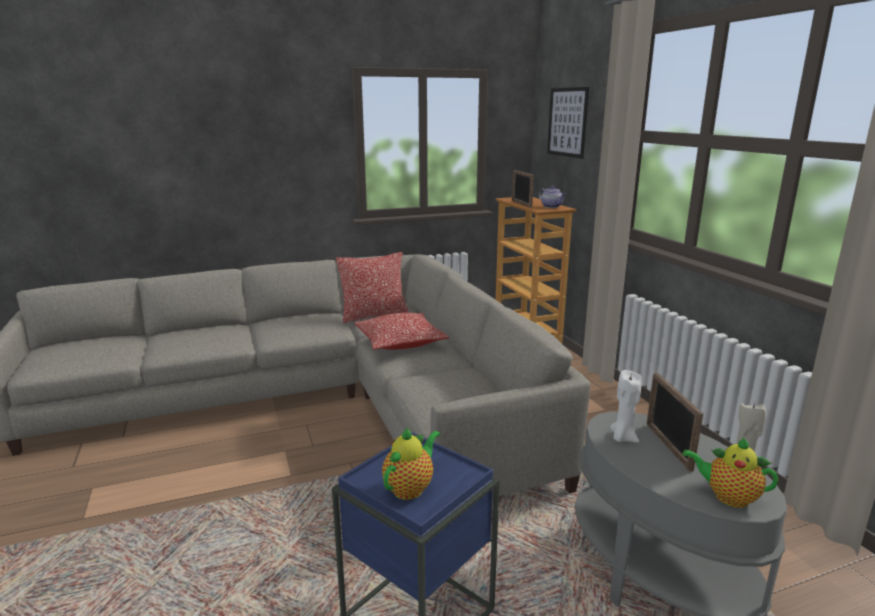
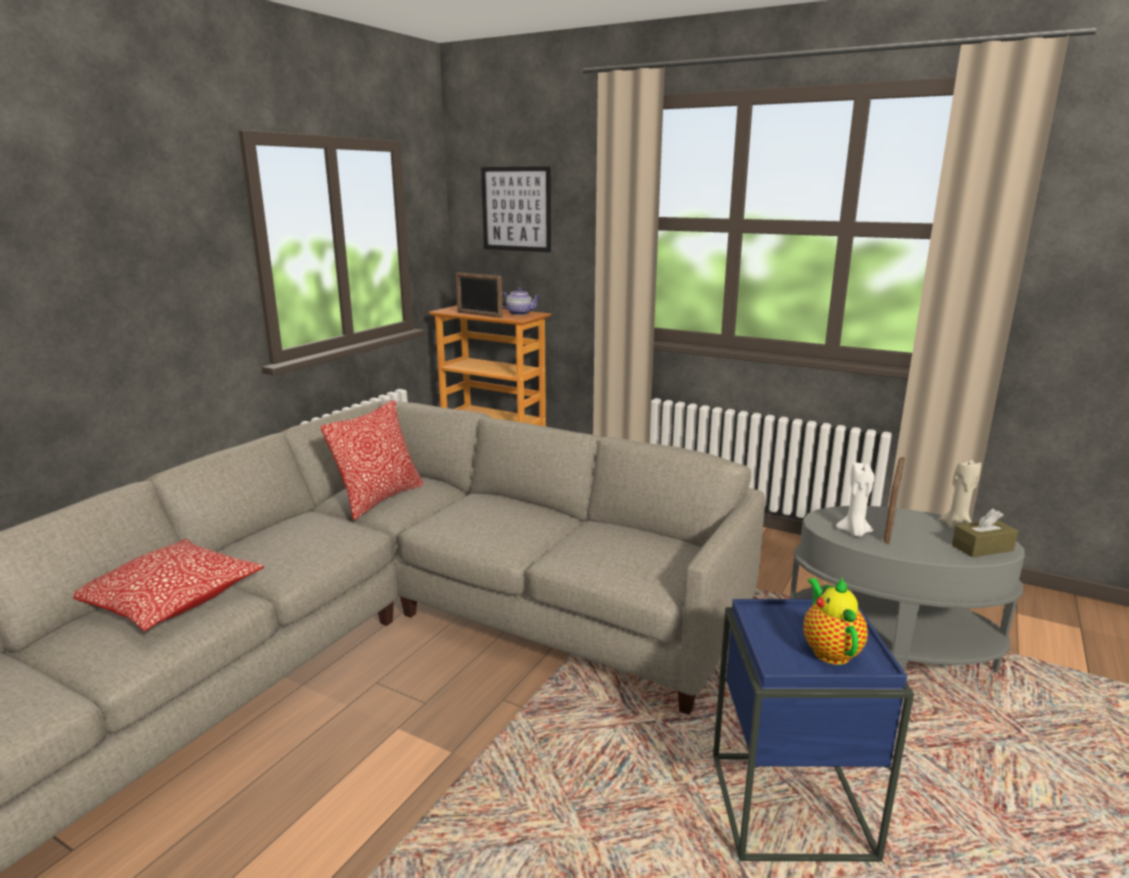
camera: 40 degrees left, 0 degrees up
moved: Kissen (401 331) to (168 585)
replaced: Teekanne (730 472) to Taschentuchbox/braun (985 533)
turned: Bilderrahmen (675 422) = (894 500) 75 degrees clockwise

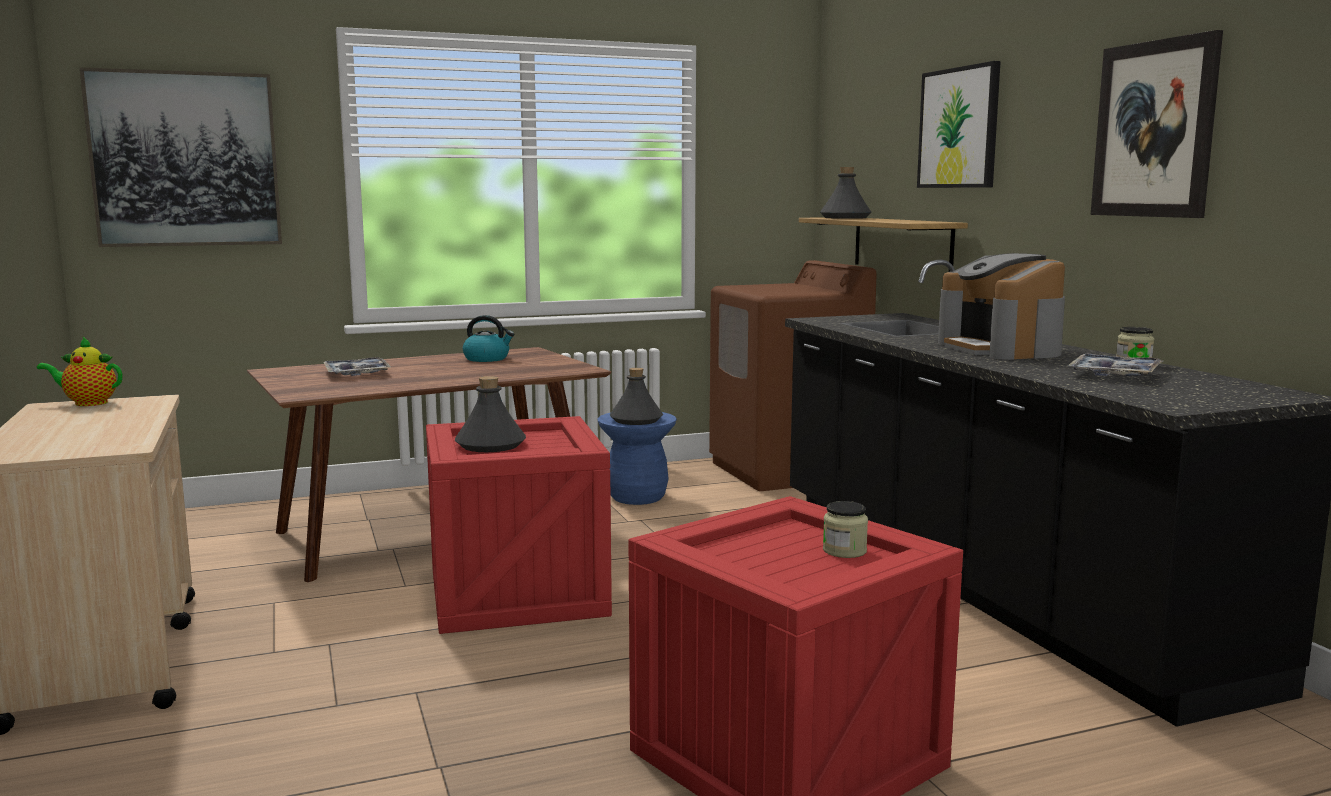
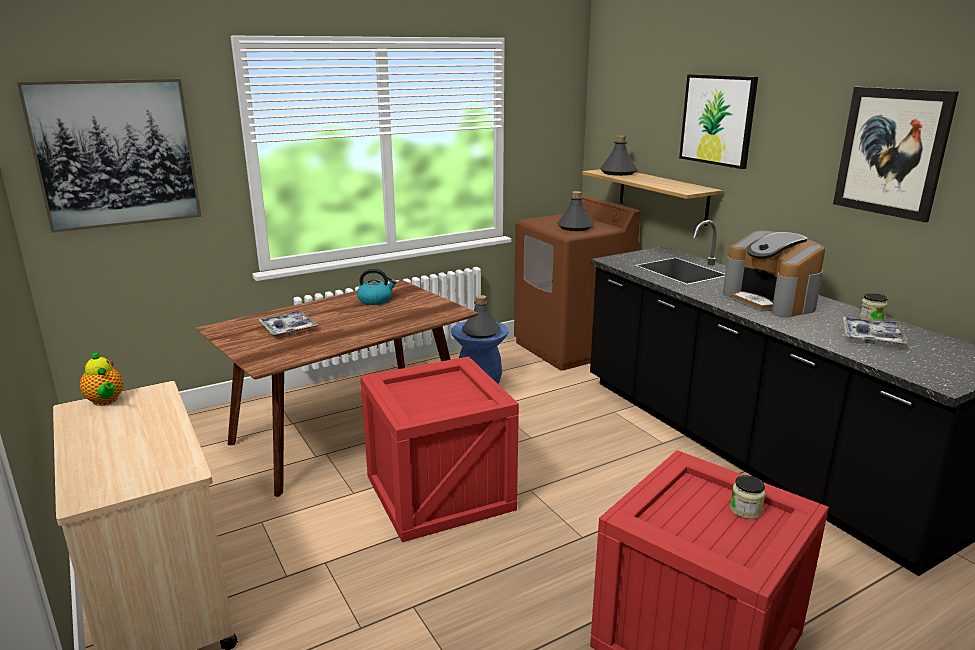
camera: 10 degrees left, 10 degrees up
moved: Flasche/grau (490 414) to (575 211)
turned: Teekanne (79 371) = (101 378) 120 degrees counterclockwise

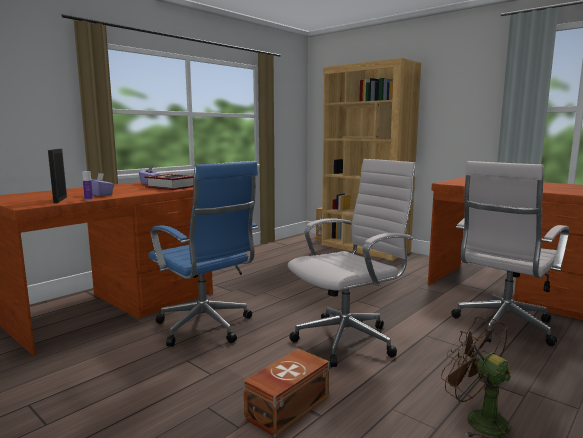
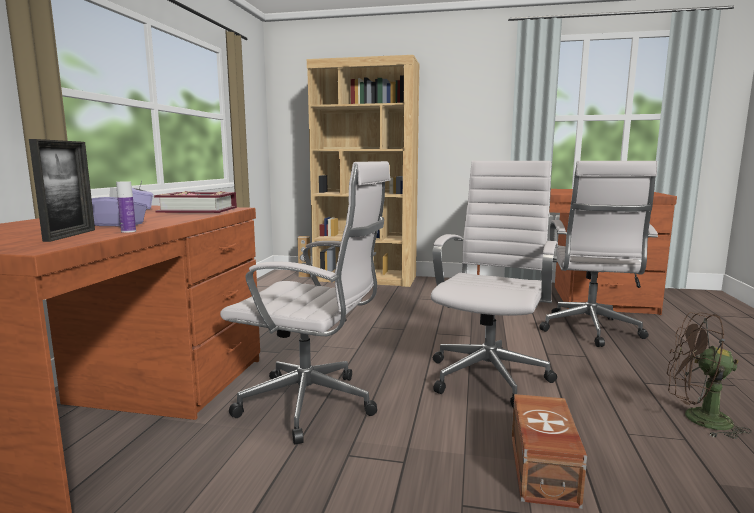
camera: 30 degrees left, 0 degrees up
recoloured: Bürostuhl/blau (203 254) to Bürostuhl/weiß (305 303)
turned: Bilderrahmen (57 176) = (62 190) 135 degrees counterclockwise

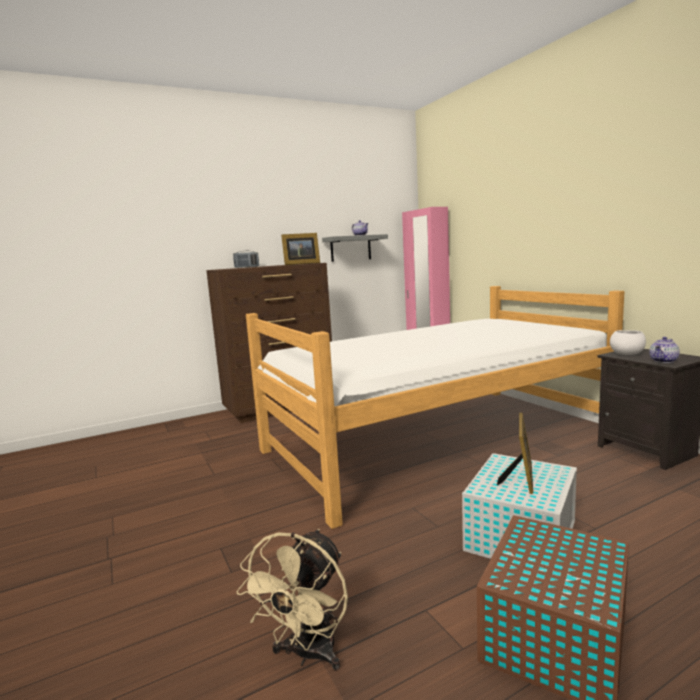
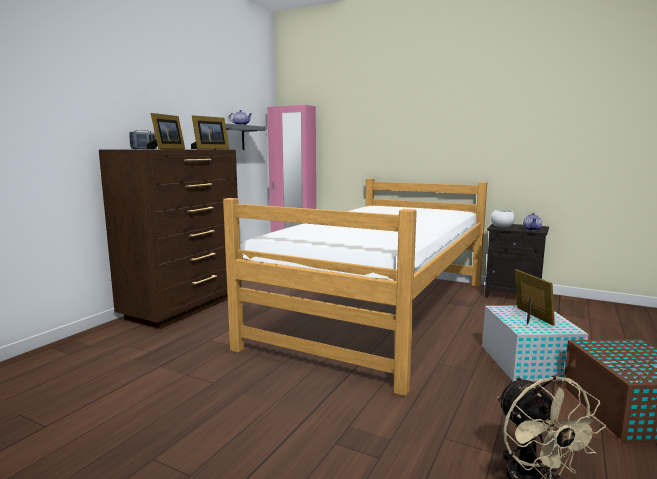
camera: 35 degrees left, 0 degrees up
added: Bilderrahmen (166 131)

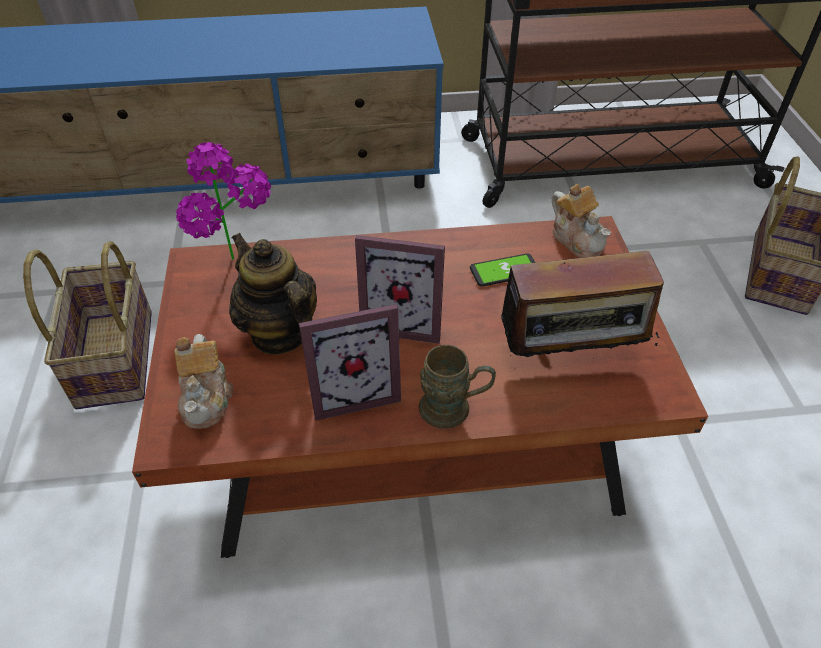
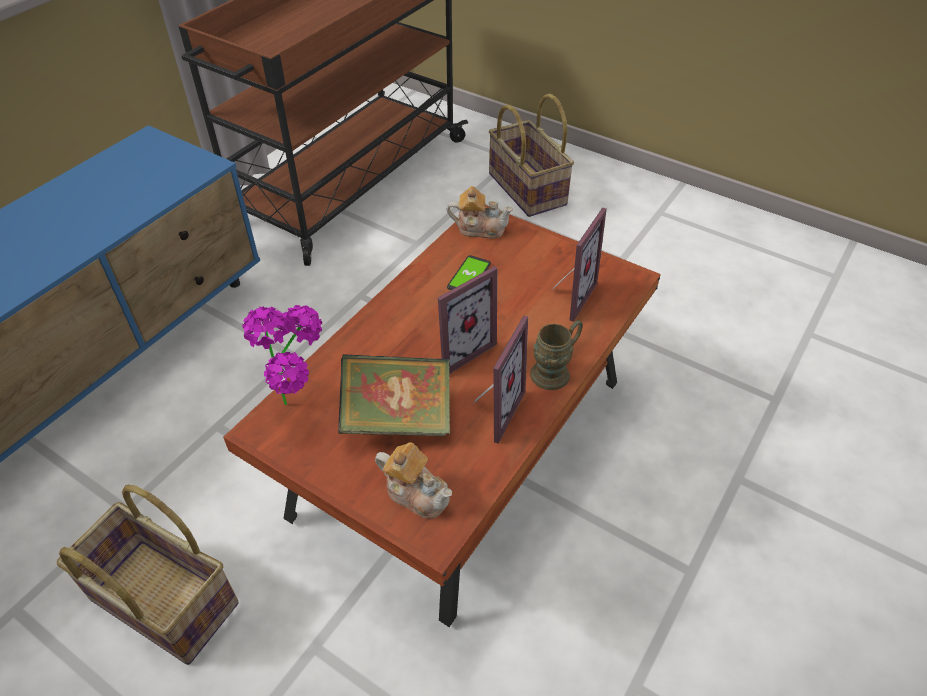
camera: 50 degrees left, 0 degrees up
replaced: Teekanne (273 294) to Buch (394 395); Radio (582 313) to Bilderrahmen (579 265)

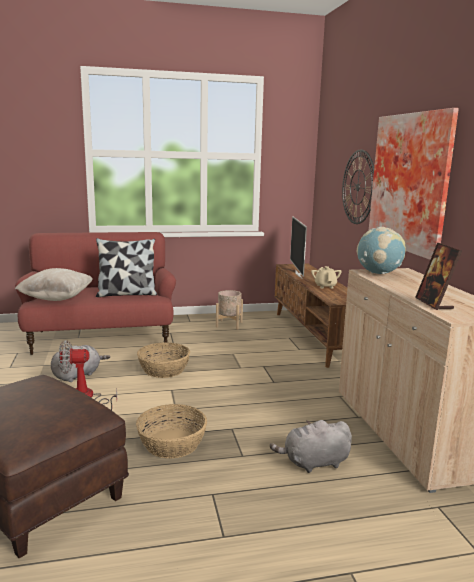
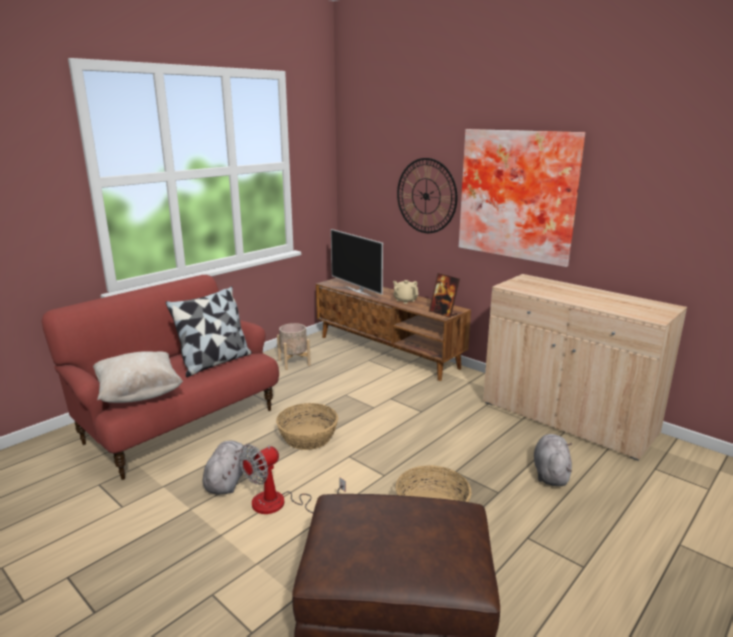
camera: 35 degrees left, 5 degrees up
removed: Globus (381 250)
moved: Bilderrahmen (438 276) to (444 295)
turned: Plüschtier/grau (311 446) = (553 460) 150 degrees clockwise

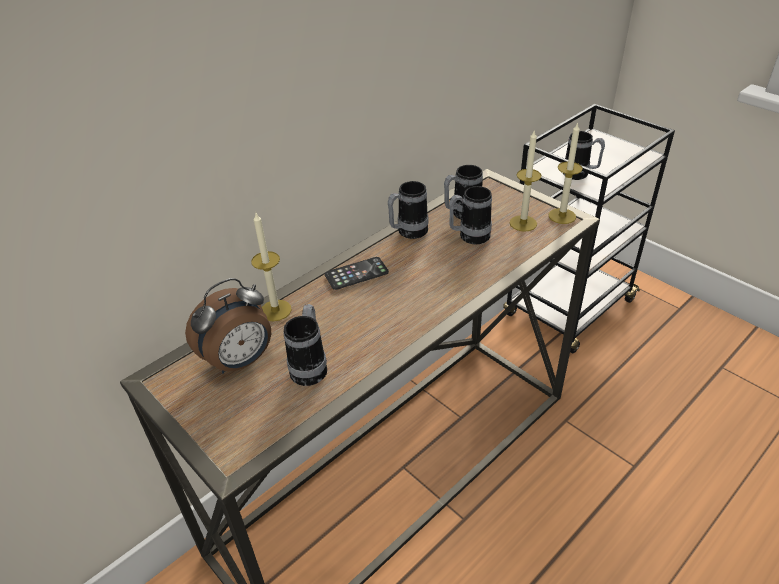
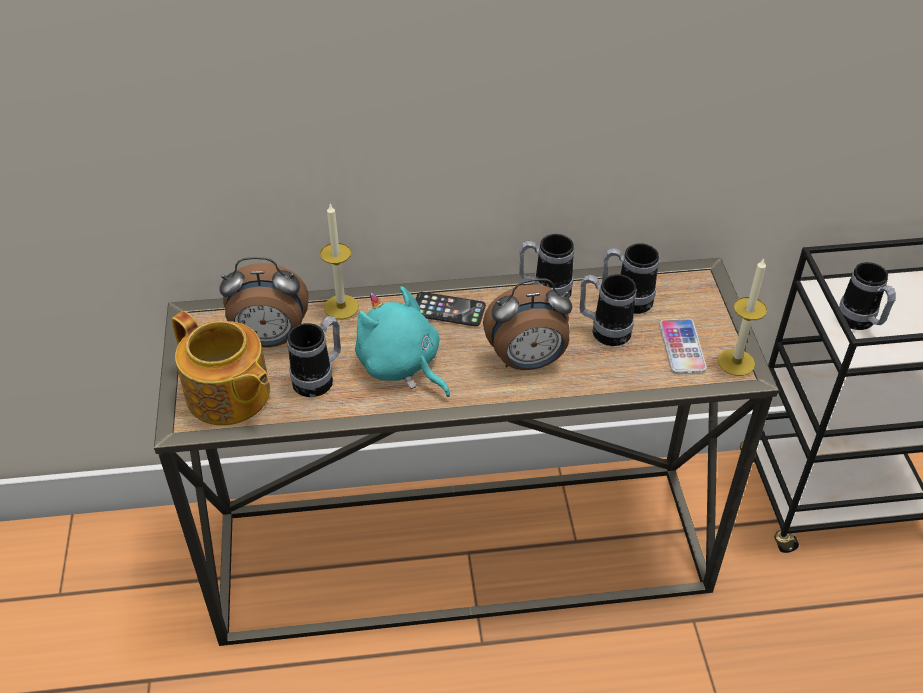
camera: 35 degrees right, 5 degrees up
added: Teekanne (221 368); Plüschtier/türkis (402 341); Wecker (528 324)
replaced: Kerze (525 180) to Handy (683 346)

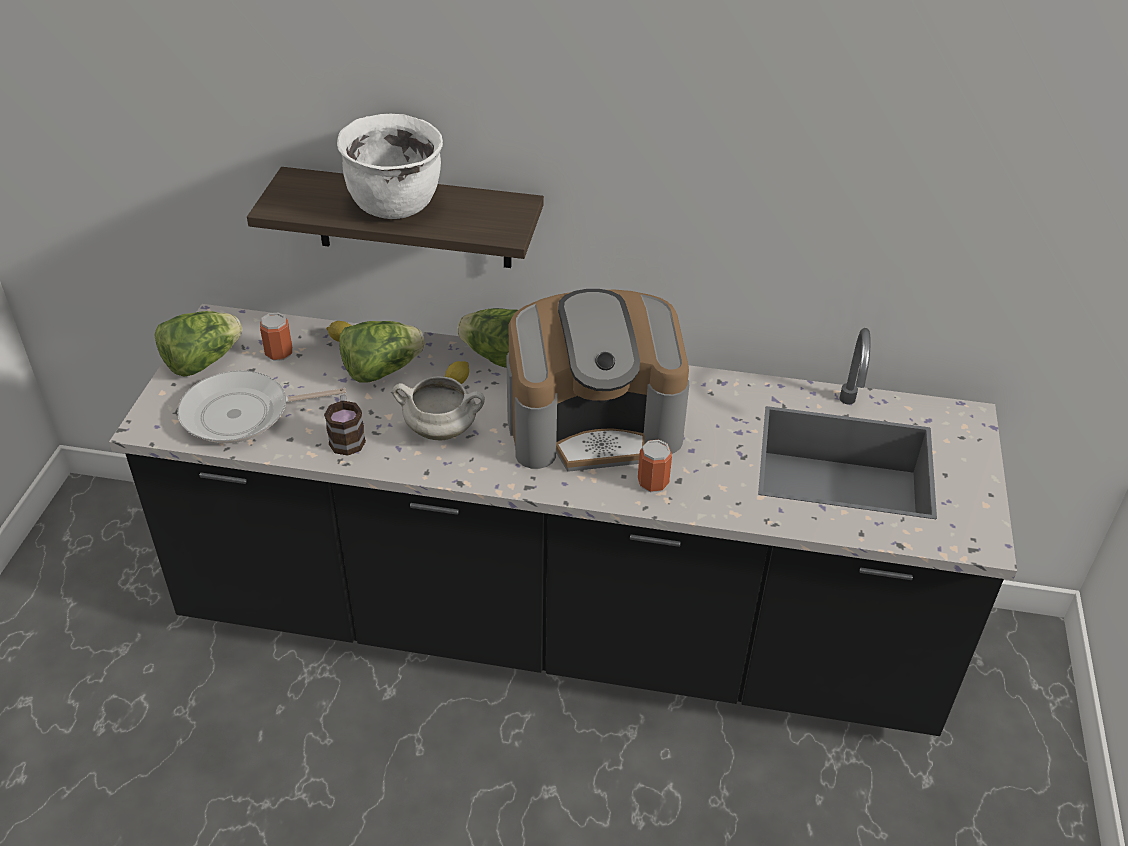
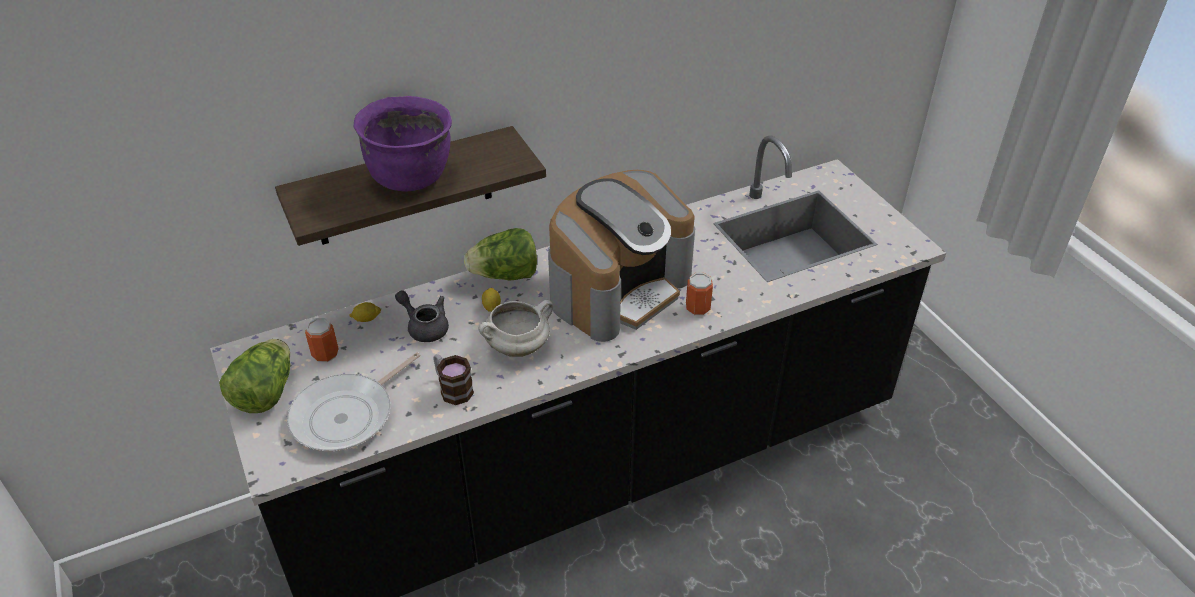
camera: 35 degrees left, 0 degrees up
replaced: Salatkopf (382 352) to Teekanne/grau (422 316)
recoloured: Kochtopf/weiß (390 166) to Kochtopf/lila (403 143)

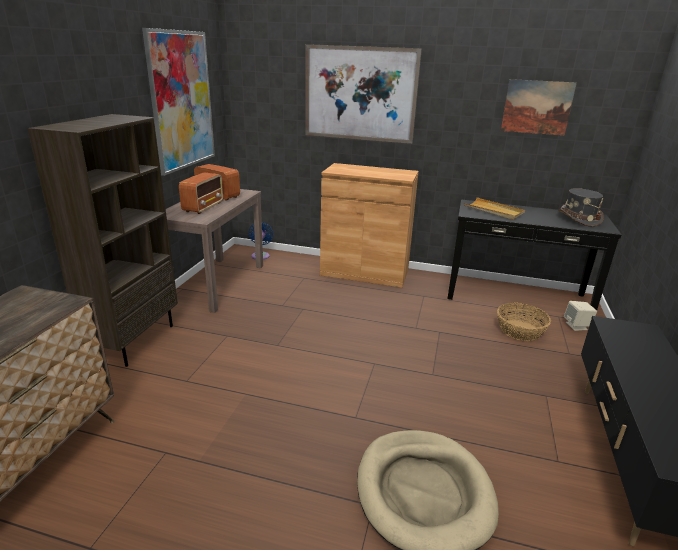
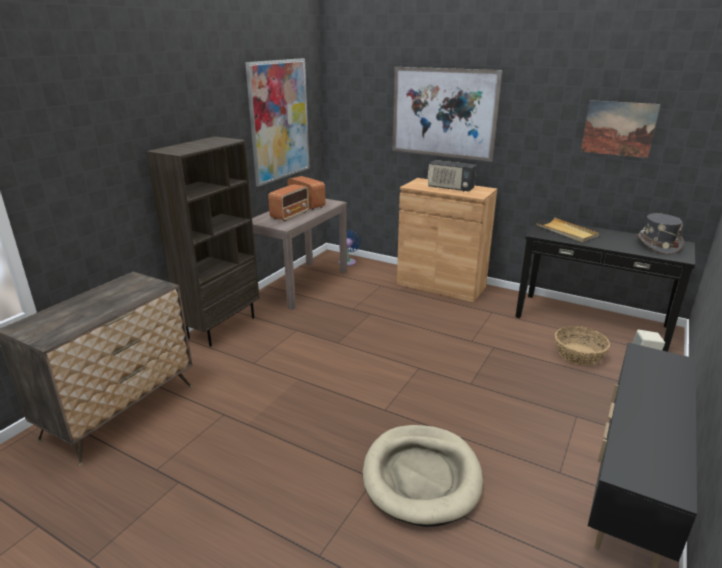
camera: 15 degrees right, 0 degrees up
added: Radio (452 176)

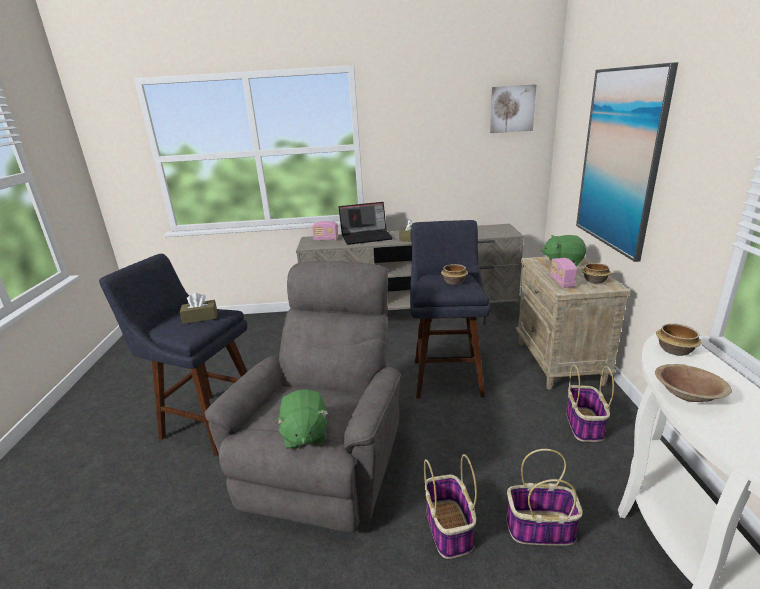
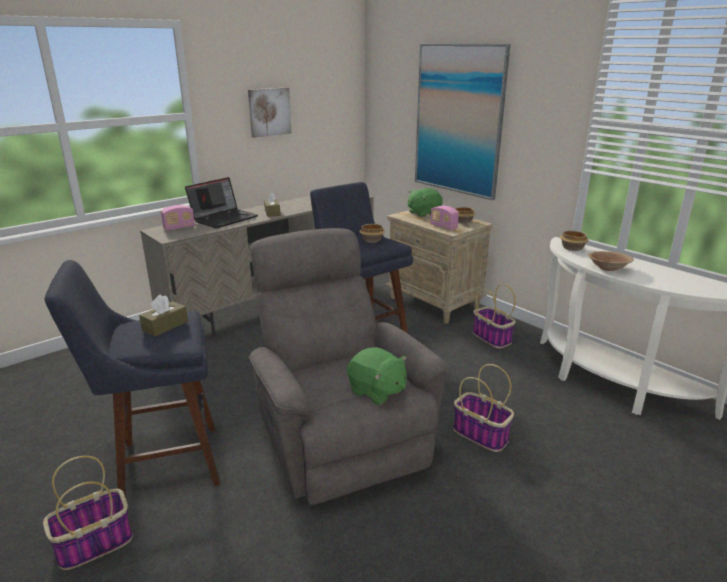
camera: 40 degrees left, 0 degrees up
moved: Bild (513 108) to (269 112); Korb (544 497) to (88 513)

